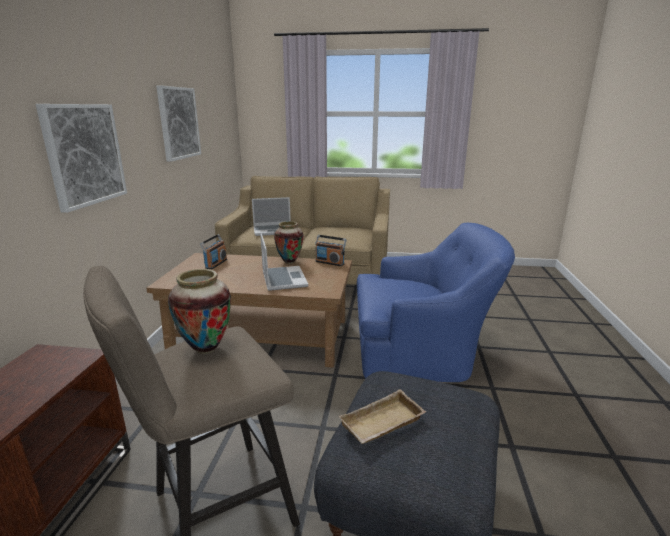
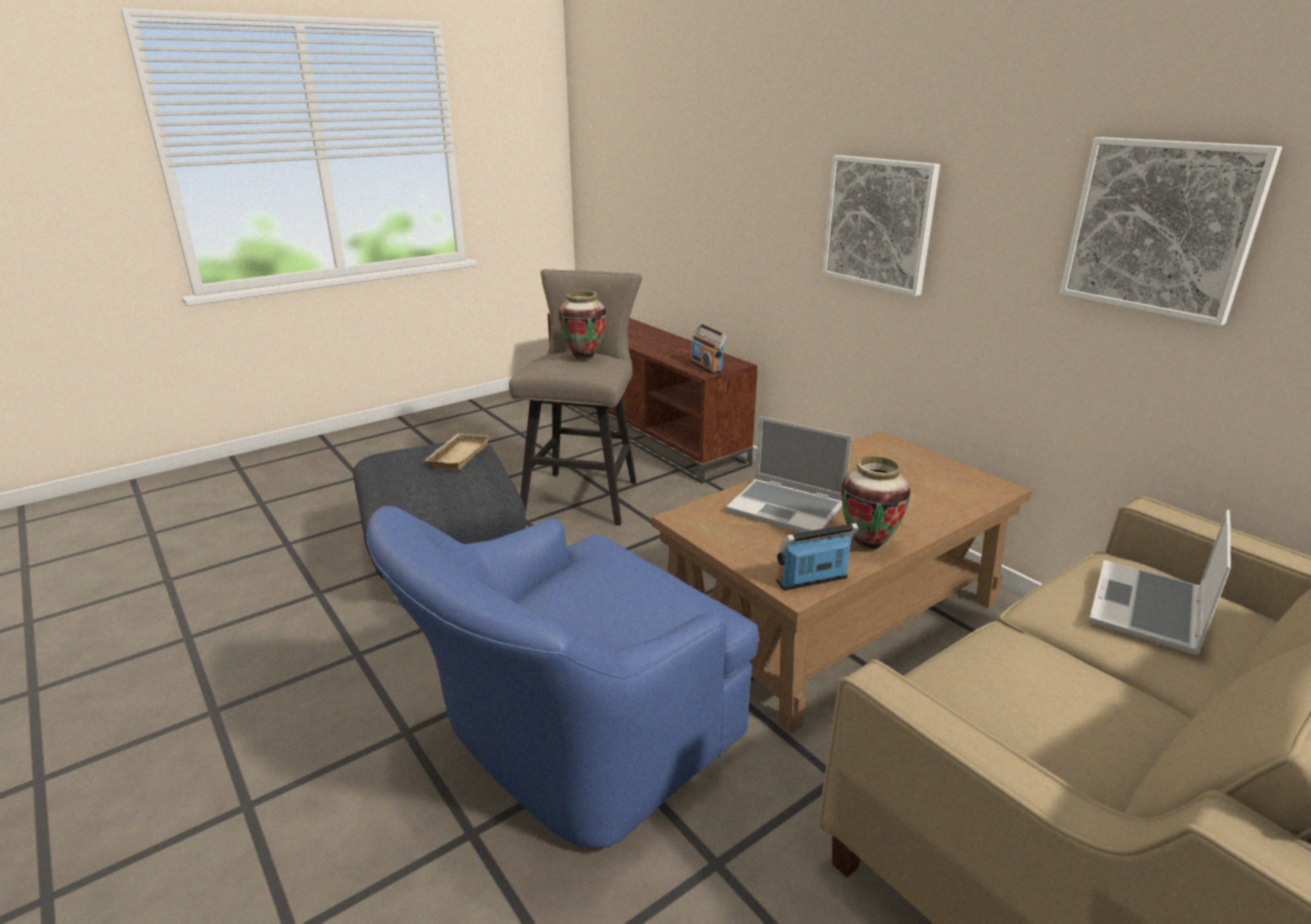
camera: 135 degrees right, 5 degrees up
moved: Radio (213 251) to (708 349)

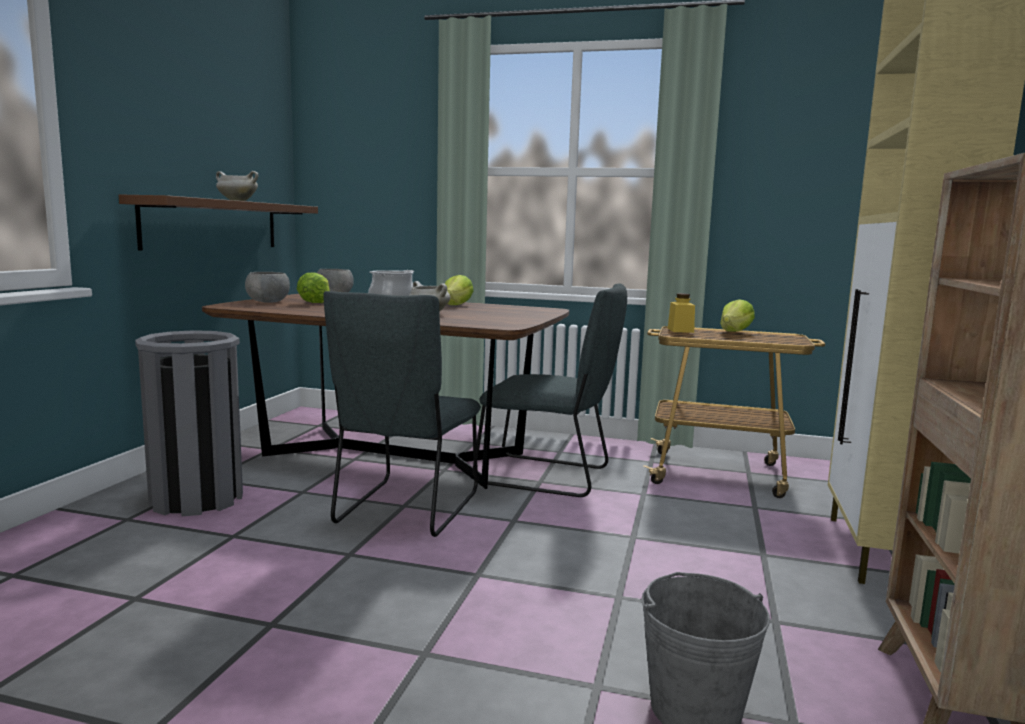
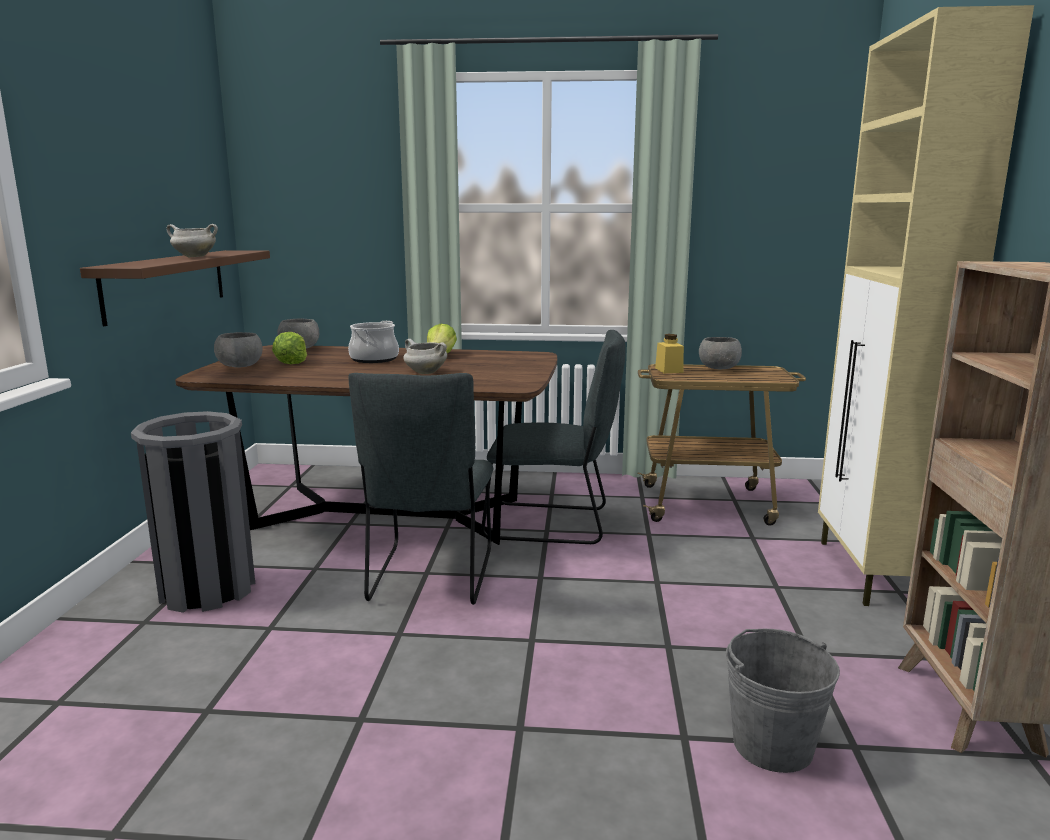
camera: 10 degrees left, 5 degrees up
replaced: Salatkopf (737 315) to Schüssel/grau (720 353)

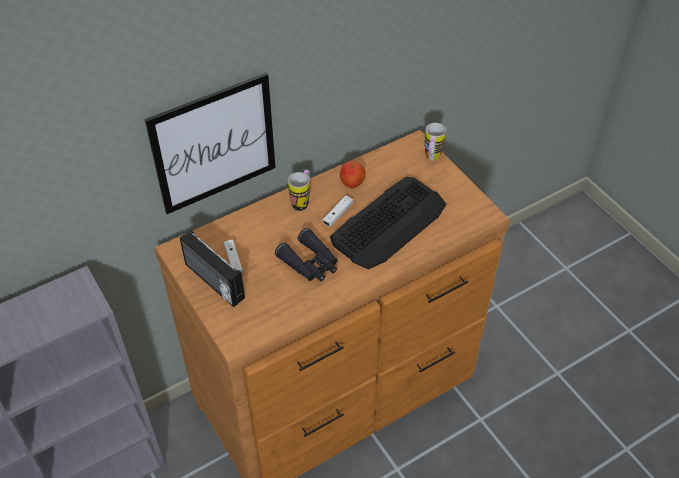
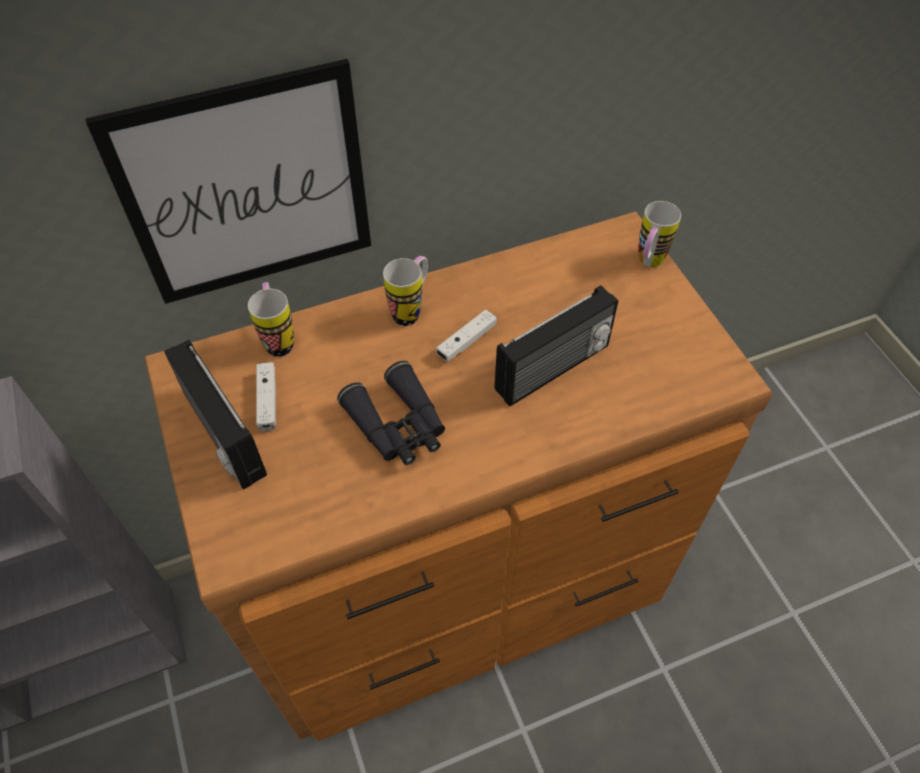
camera: 10 degrees right, 5 degrees up
removed: Apfel (353 175)
added: Henkelbecher (271 319)
replaced: Tastatur (388 223) to Radio (556 345)

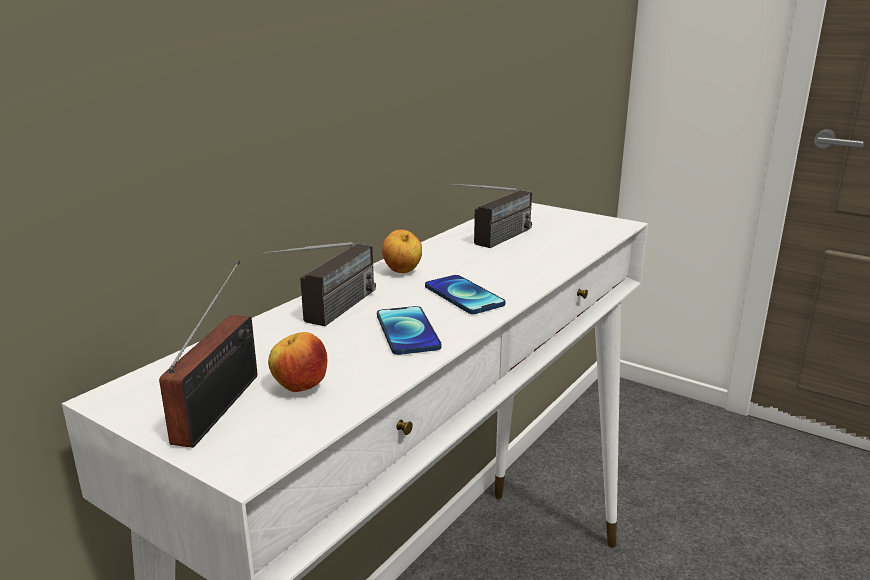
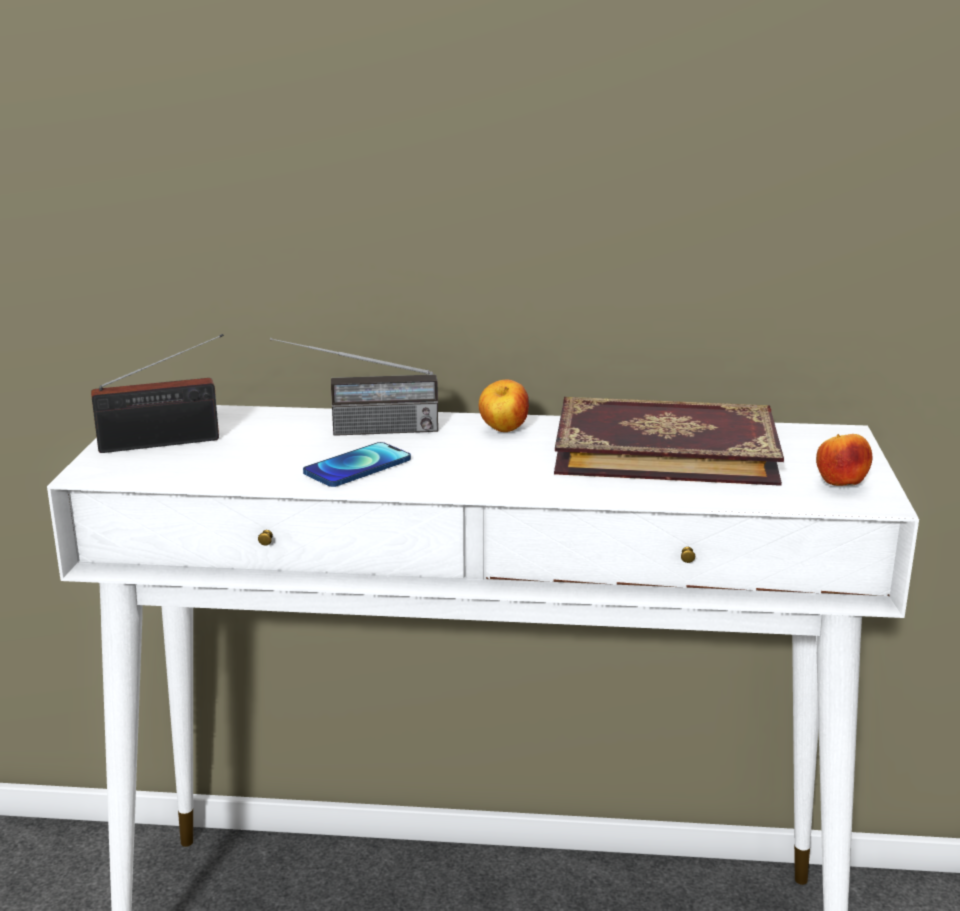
camera: 60 degrees right, 0 degrees up
removed: Handy (465 294)
moved: Apfel (297 362) to (844 460)
replaced: Radio (491 215) to Buch (669 441)

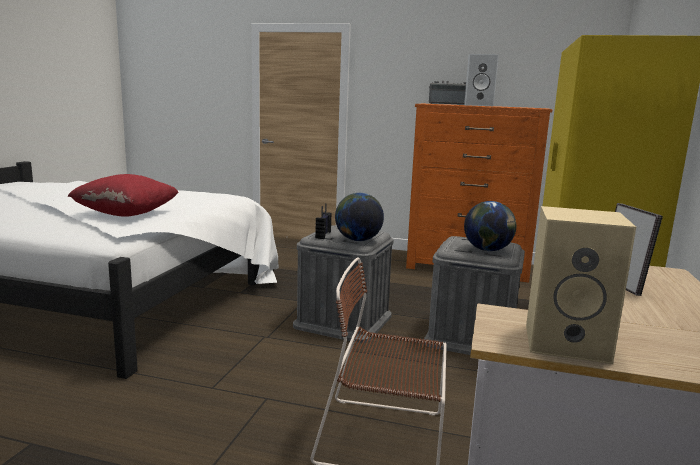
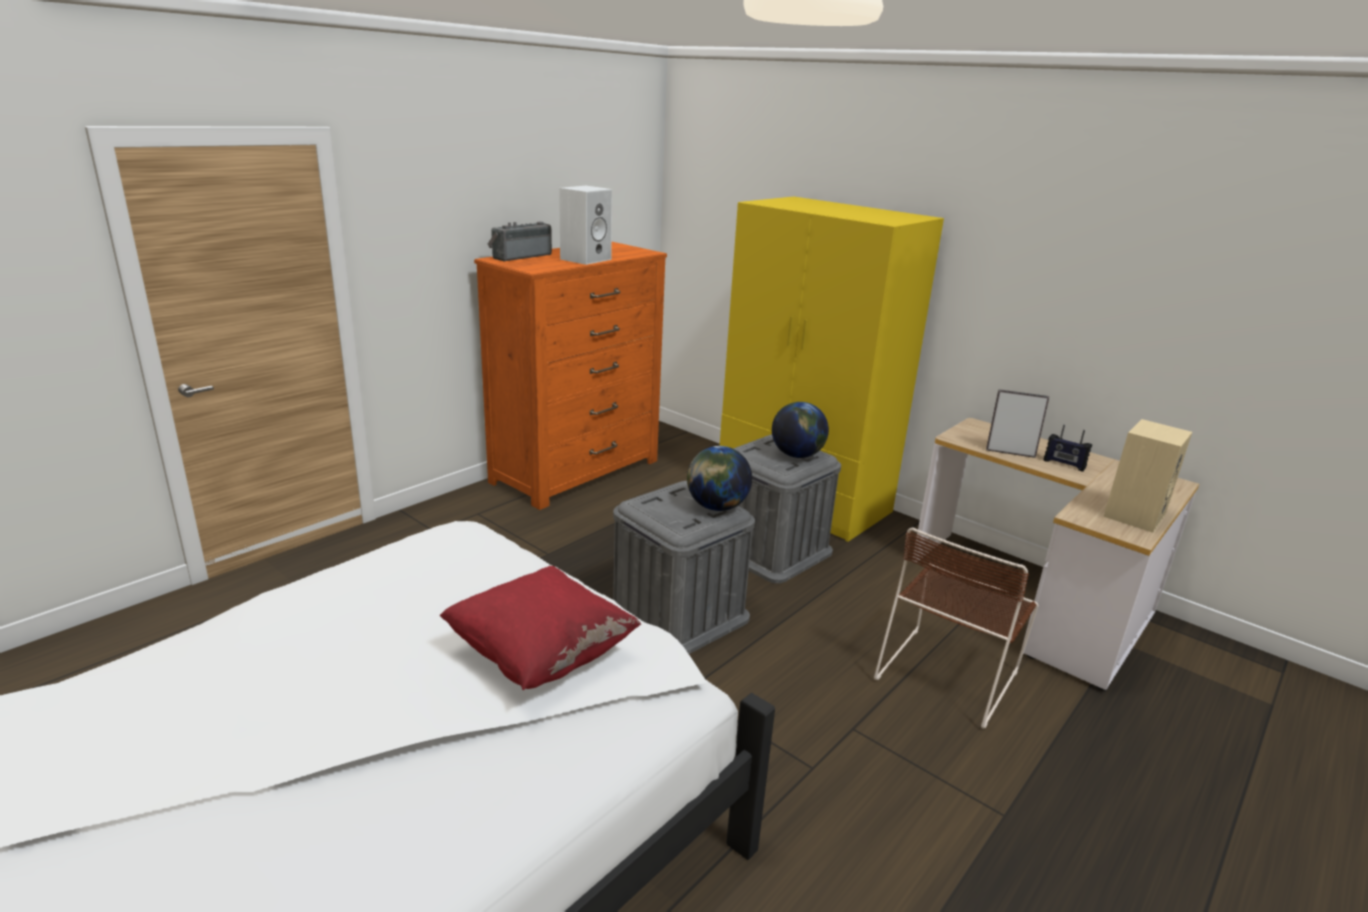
camera: 65 degrees left, 10 degrees up
moved: Radio (323 221) to (1067 448)

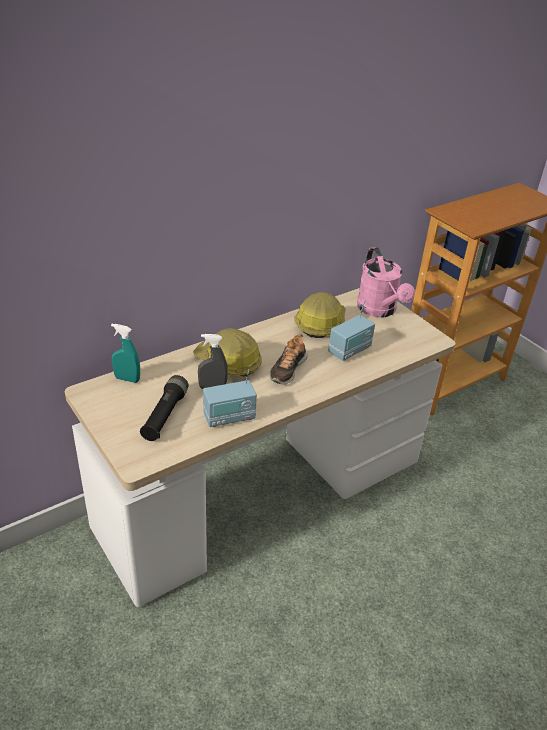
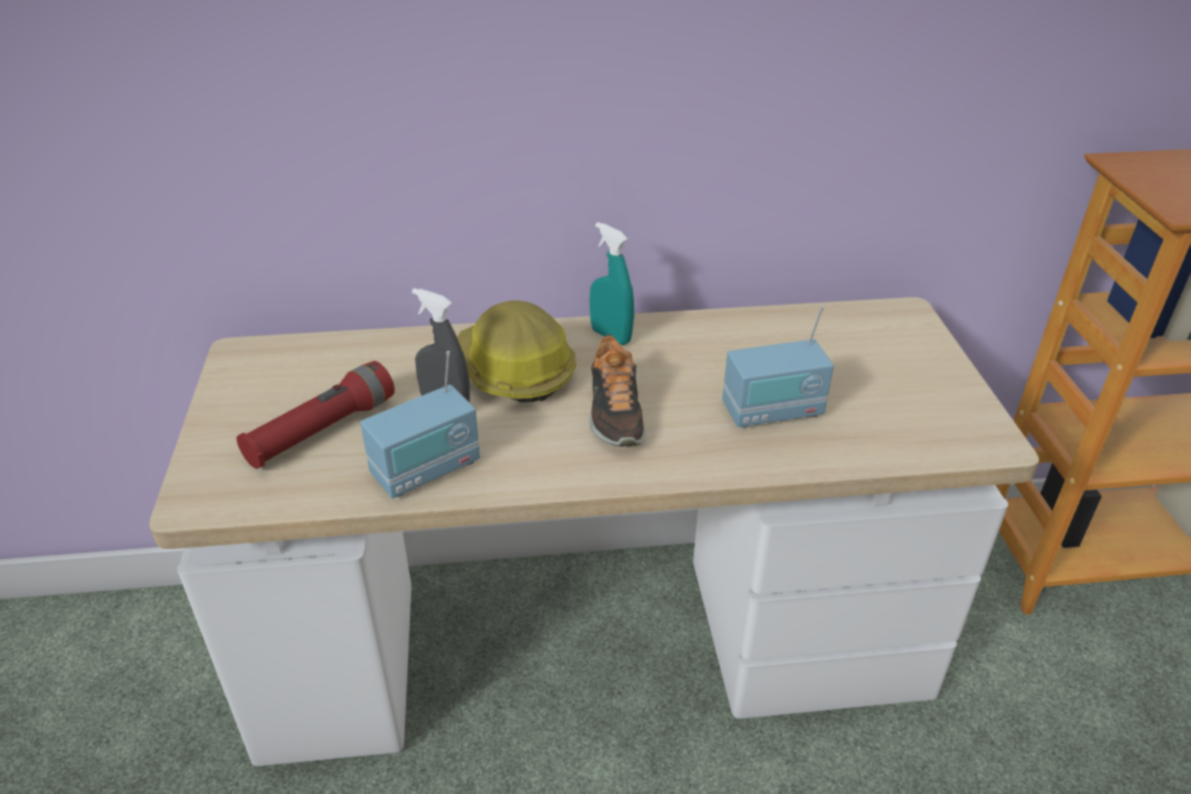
camera: 30 degrees right, 0 degrees up
removed: Schutzhelm (320 315); Gießkanne/rosa (386 282)
moved: Sprühflasche/türkis (125 353) to (612 283)
recoloured: Taschenlampe/schwarz (164 408) to Taschenlampe/rot (316 415)
turned: Radio (230 396) = (420 424) 45 degrees counterclockwise; Schuh (289 359) = (617 390) 60 degrees counterclockwise

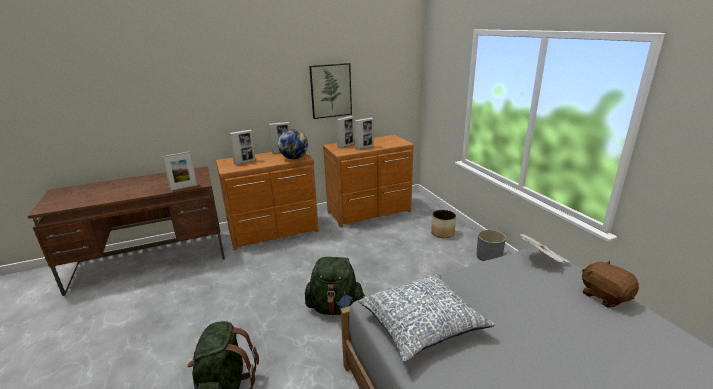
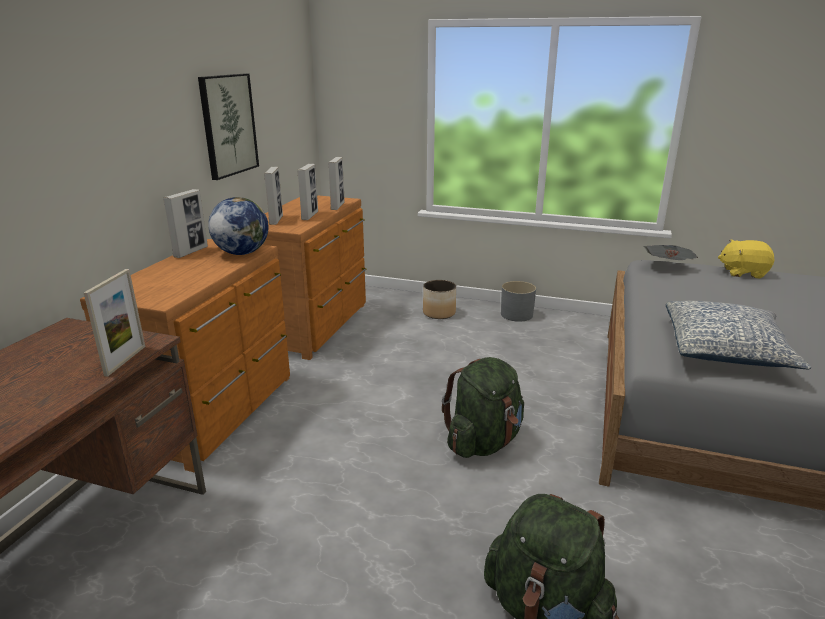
camera: 50 degrees left, 0 degrees up
moved: Bilderrahmen (242 147) to (336 183)
recoloured: Plüschtier/braun (610 284) to Plüschtier/gelb (746 259)

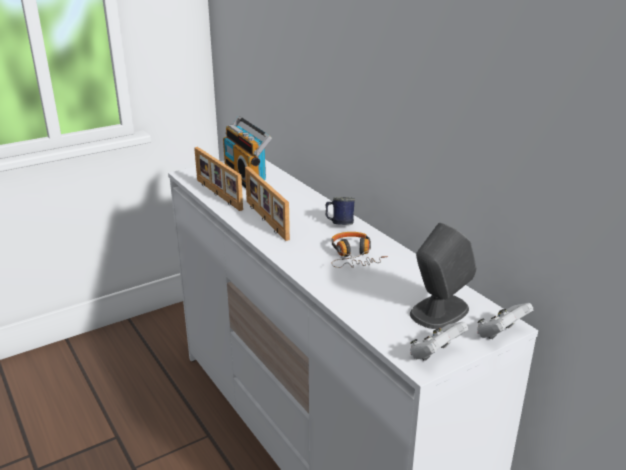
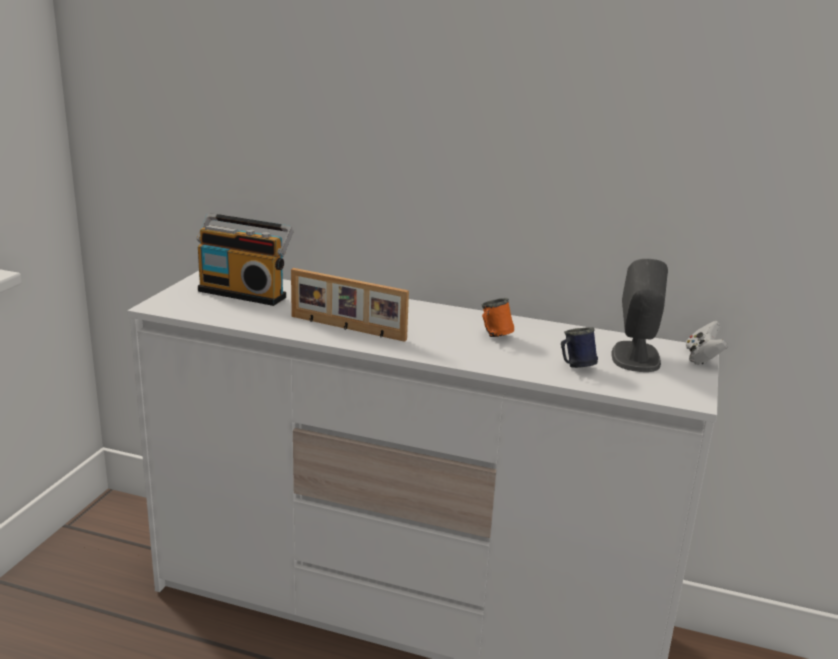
camera: 40 degrees left, 5 degrees down
removed: Bilderrahmen (218 179); Gamepad/weiß (439 341)
moved: Henkelbecher/blau (340 211) to (579 347)
replaced: Kopfhörer (359 250) to Henkelbecher/orange (497 317)

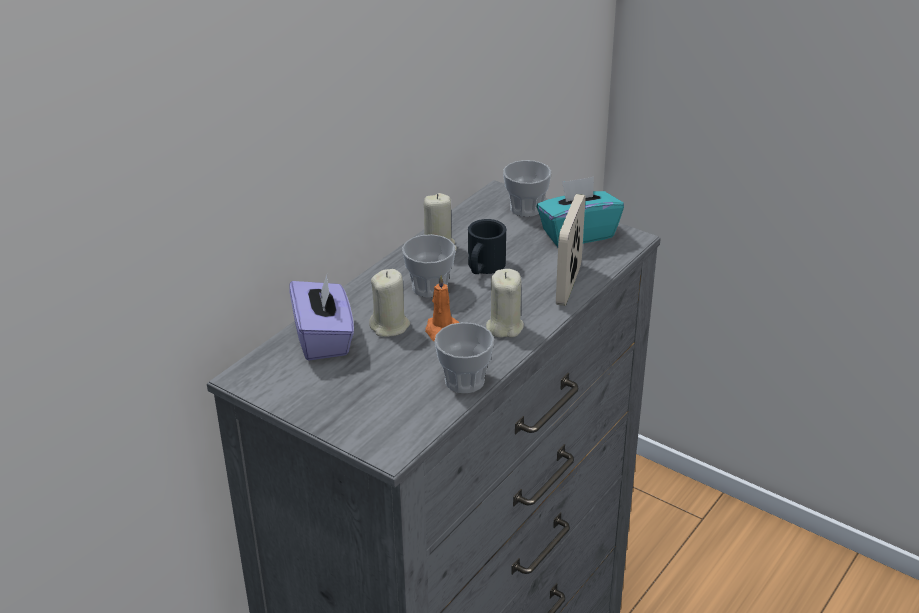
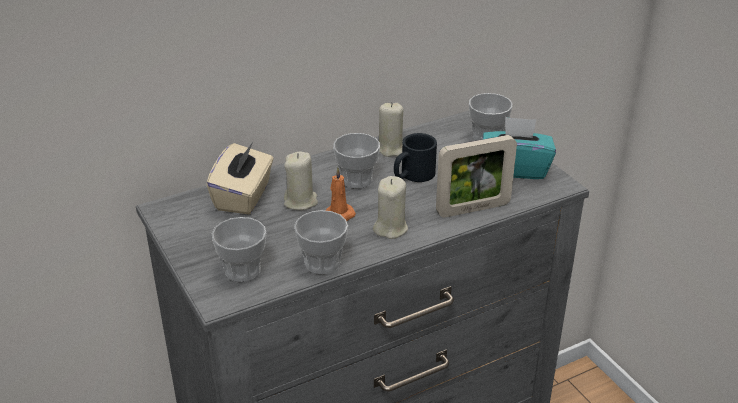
camera: 25 degrees right, 0 degrees up
added: Tasse (239 249)
recoloured: Taschentuchbox/lila (321 317) to Taschentuchbox/beige (240 178)
turned: Bilderrahmen (570 250) = (476 176) 150 degrees counterclockwise

